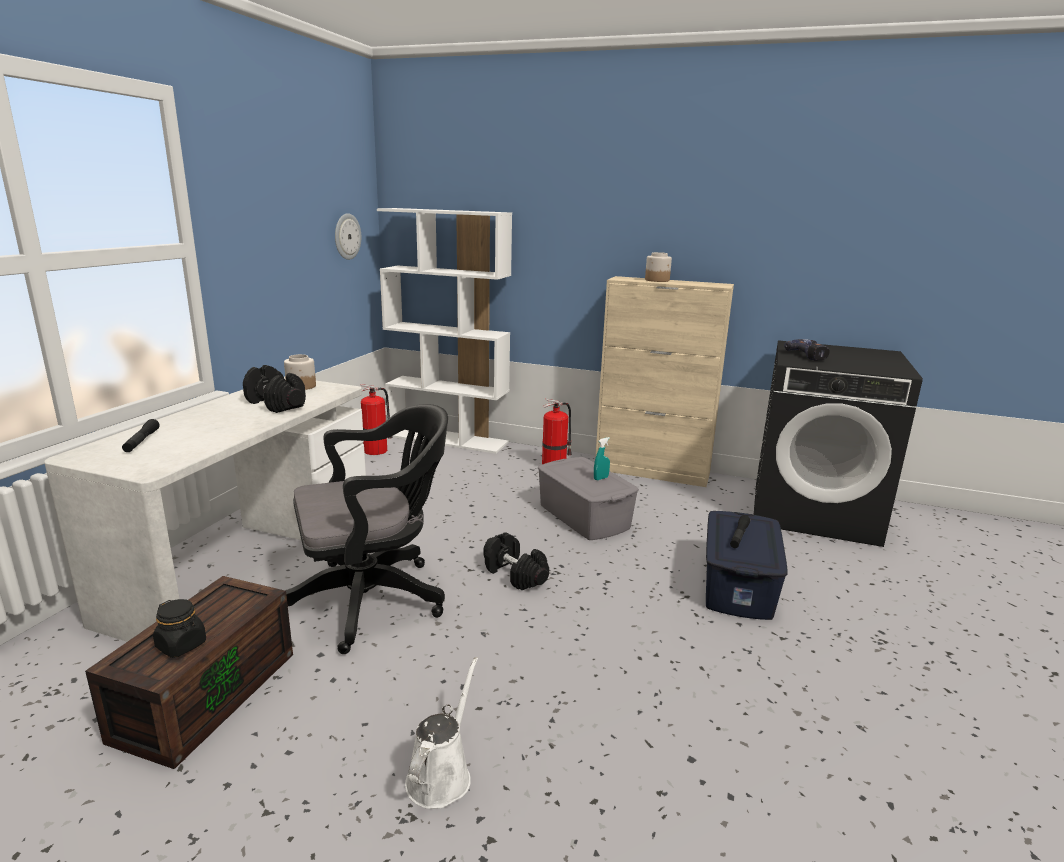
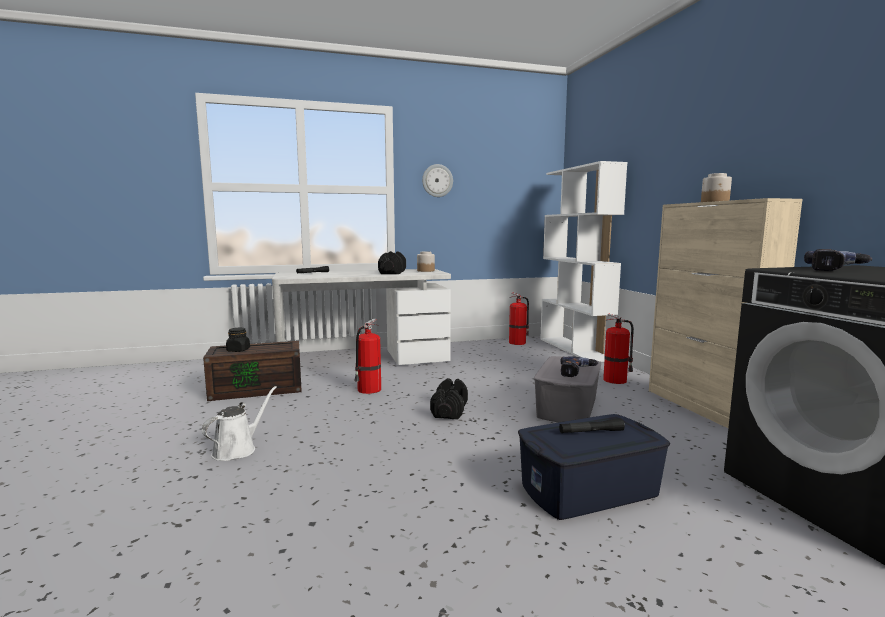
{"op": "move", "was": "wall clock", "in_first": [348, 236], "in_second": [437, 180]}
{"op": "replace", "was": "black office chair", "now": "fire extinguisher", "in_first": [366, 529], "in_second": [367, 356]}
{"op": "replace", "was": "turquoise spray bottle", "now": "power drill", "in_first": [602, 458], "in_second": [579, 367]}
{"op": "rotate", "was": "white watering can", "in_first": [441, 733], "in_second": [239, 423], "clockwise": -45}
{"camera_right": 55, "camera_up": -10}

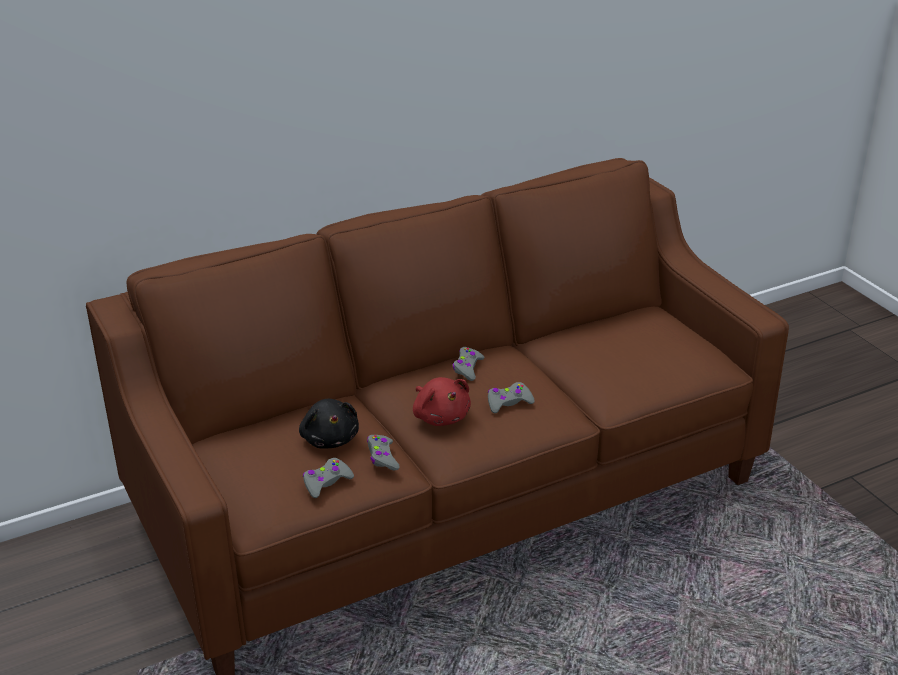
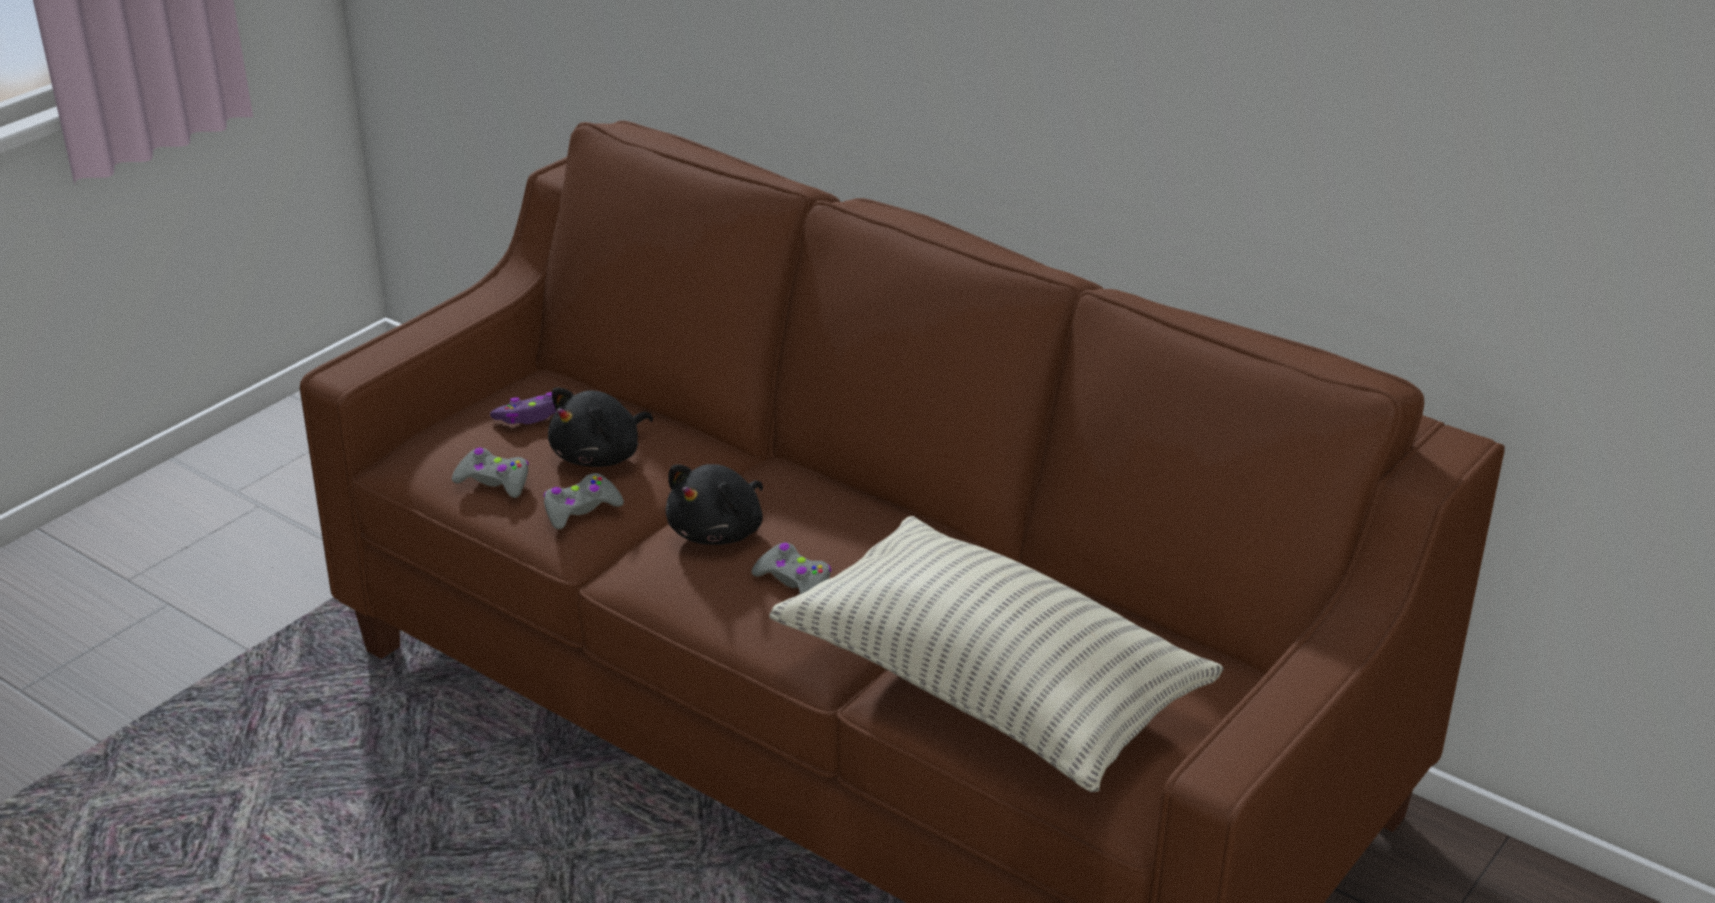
{"op": "delete", "was": "grey game controller", "in_first": [468, 364]}
{"op": "recolor", "was": "red plush toy", "now": "black plush toy", "in_first": [442, 401], "in_second": [714, 504]}
{"op": "insert", "now": "purple game controller", "in_second": [523, 408]}
{"op": "insert", "now": "pillow", "in_second": [996, 654]}
{"camera_right": 65, "camera_up": 0}

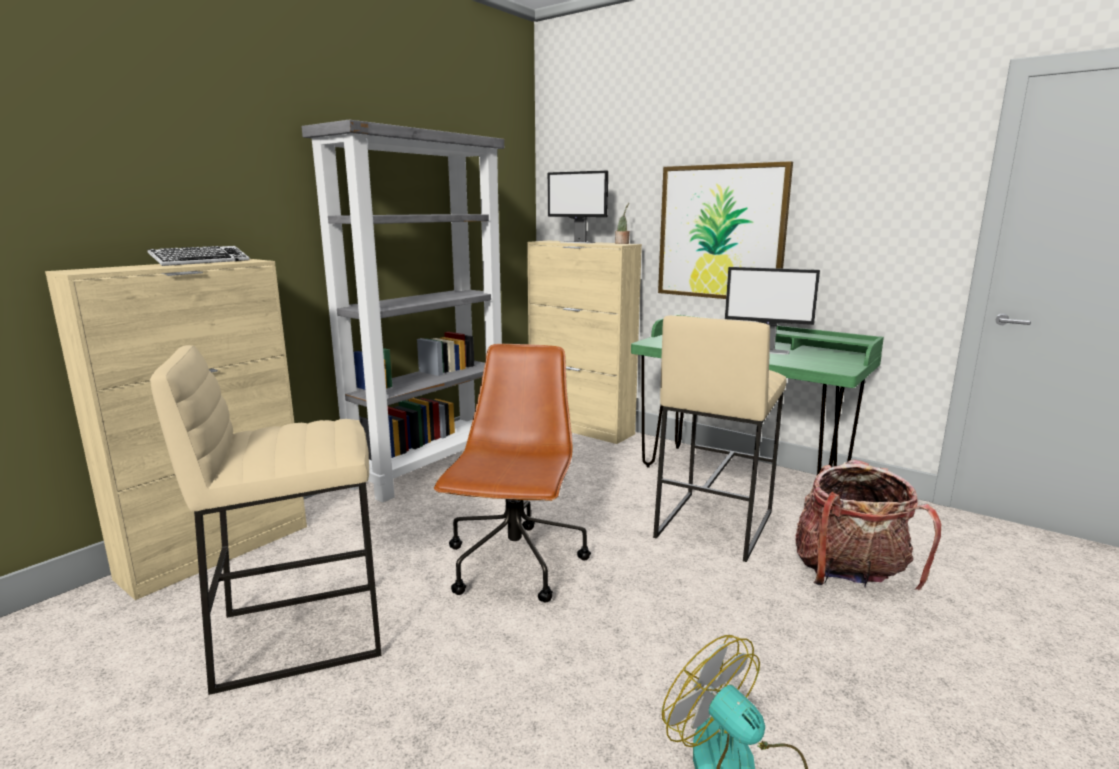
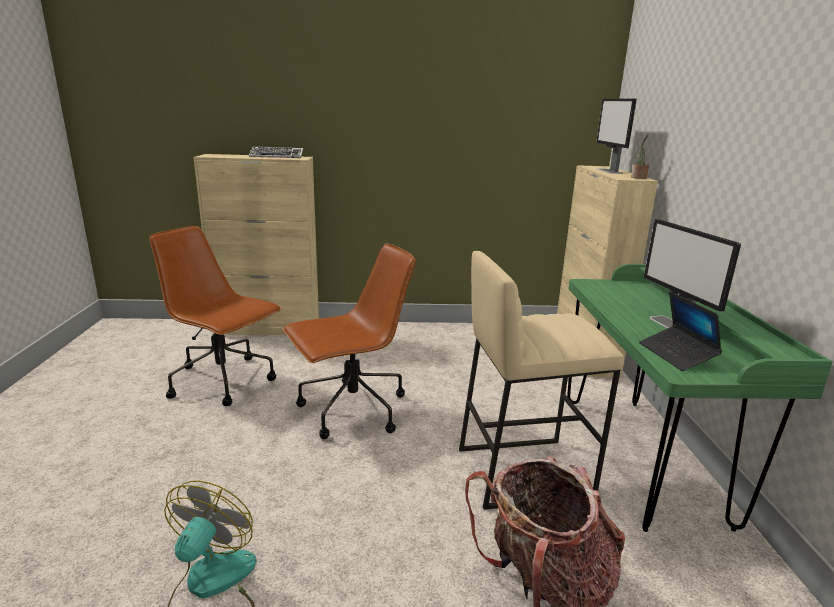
{"op": "delete", "was": "grey bookcase", "in_first": [402, 311]}
{"op": "delete", "was": "picture", "in_first": [725, 230]}
{"op": "replace", "was": "beige stool", "now": "brown office chair", "in_first": [265, 520], "in_second": [215, 316]}
{"op": "insert", "now": "laptop", "in_second": [680, 331]}
{"camera_right": 50, "camera_up": 5}

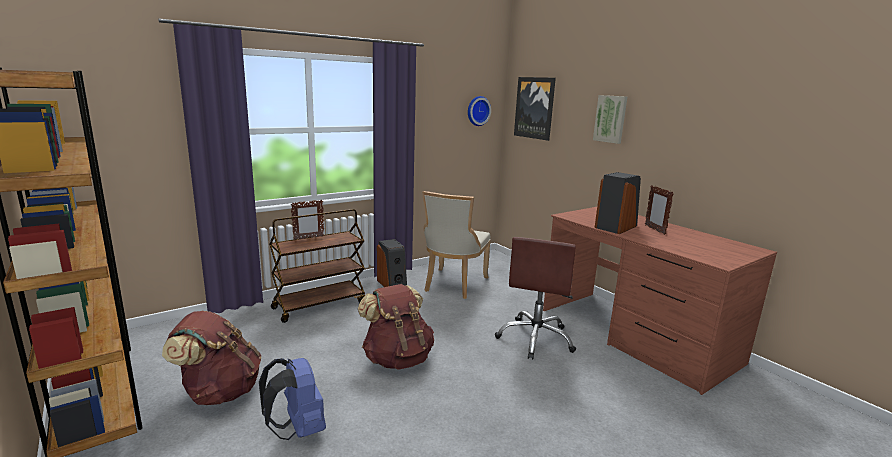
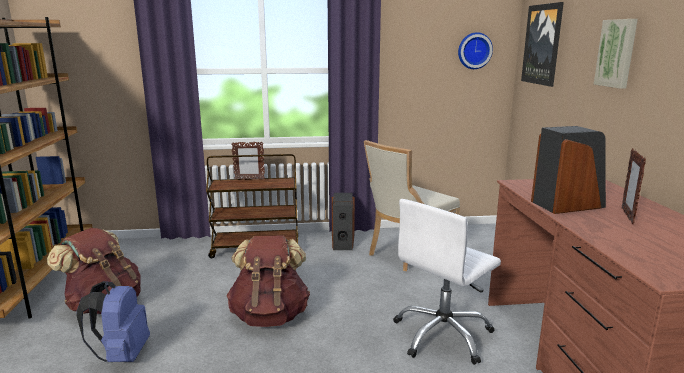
{"op": "recolor", "was": "brown office chair", "now": "white office chair", "in_first": [535, 298], "in_second": [447, 282]}
{"camera_right": 30, "camera_up": 0}

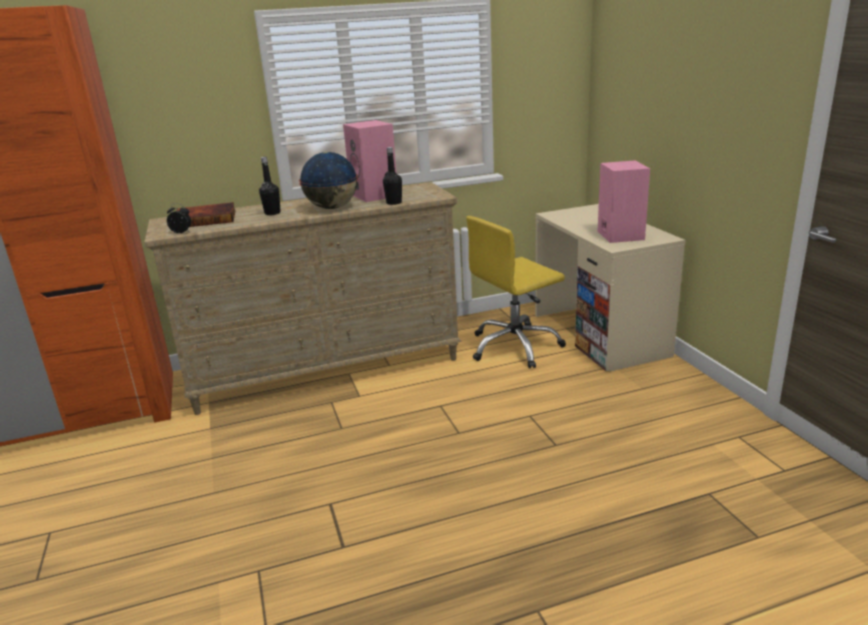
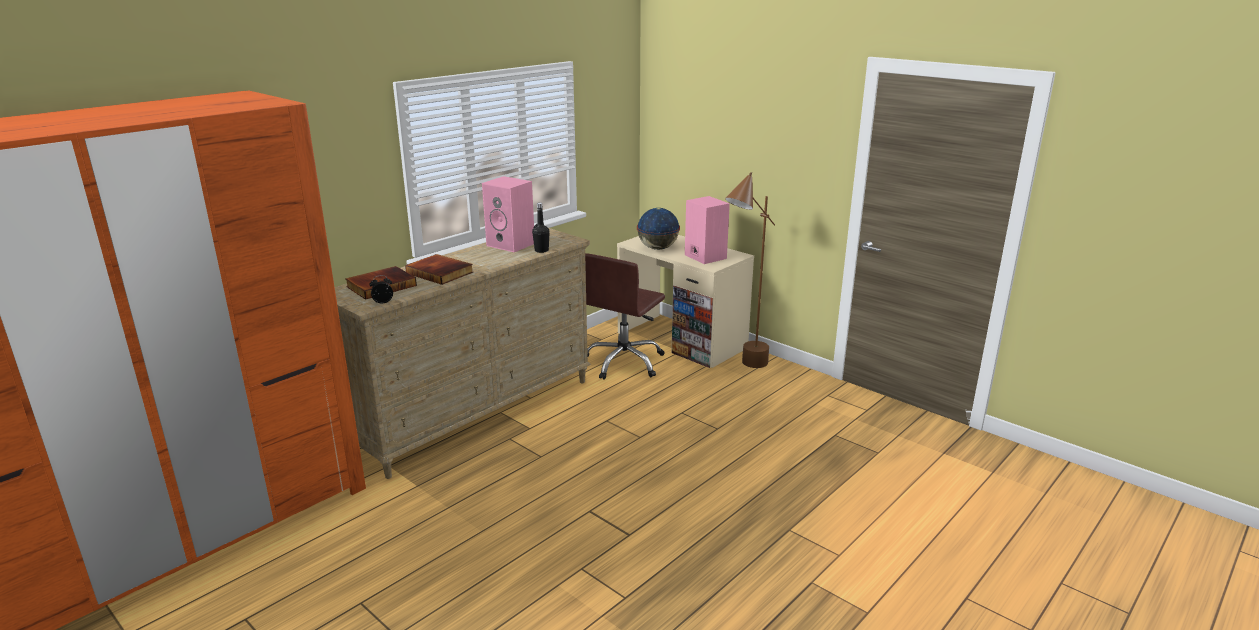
{"op": "move", "was": "globe", "in_first": [328, 180], "in_second": [658, 229]}
{"op": "replace", "was": "black bottle", "now": "book", "in_first": [270, 186], "in_second": [439, 269]}
{"op": "recolor", "was": "yellow office chair", "now": "brown office chair", "in_first": [516, 292], "in_second": [625, 316]}
{"op": "insert", "now": "brown floor lamp", "in_second": [750, 270]}
{"camera_right": -30, "camera_up": 0}

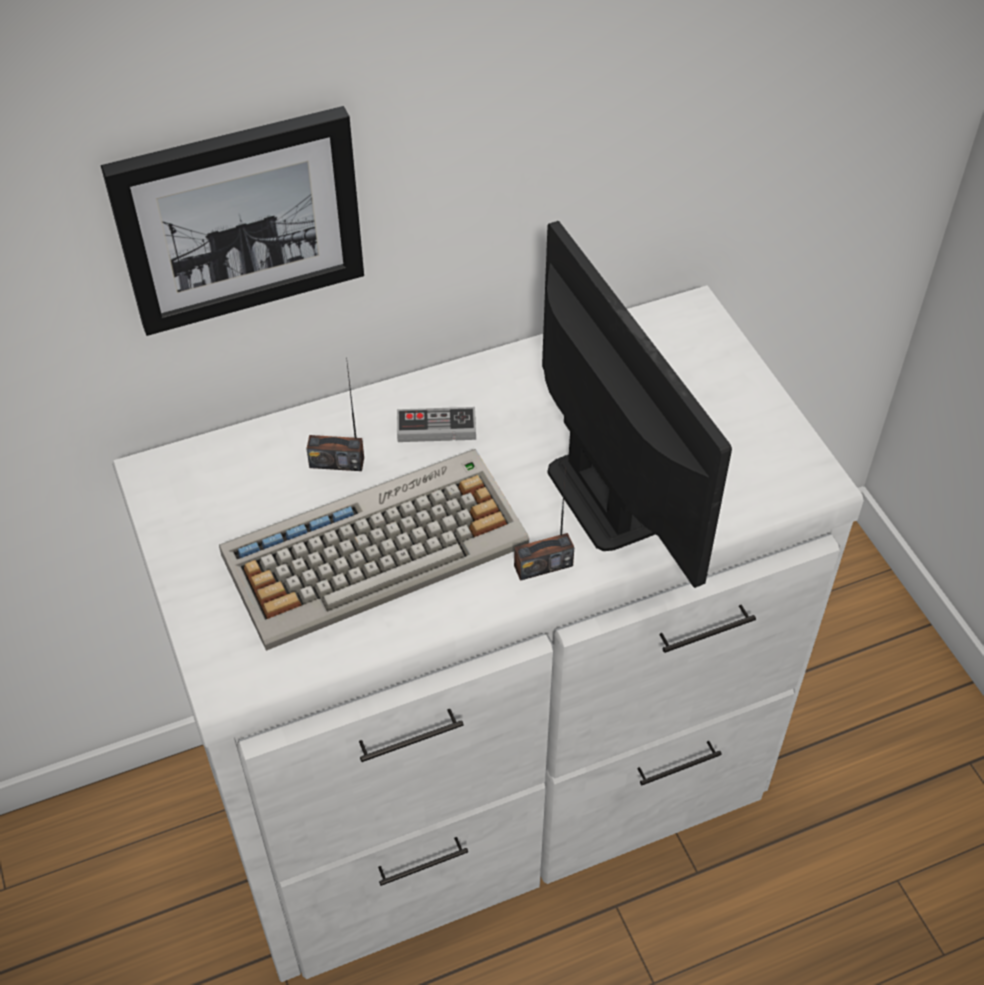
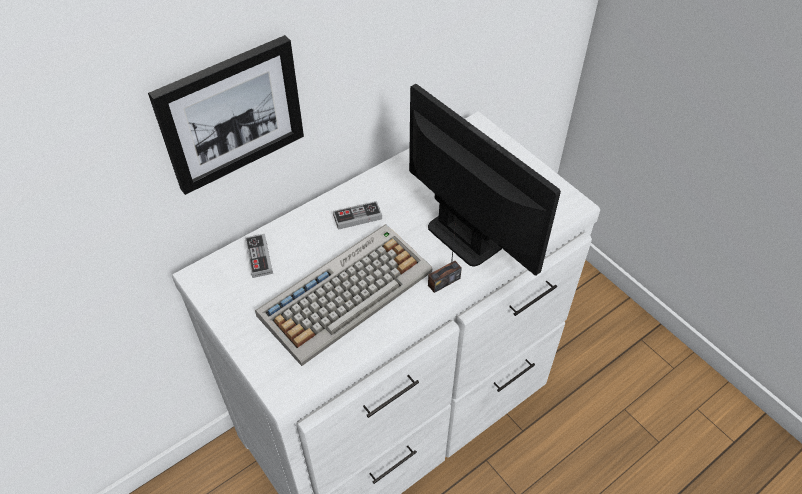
{"op": "delete", "was": "radio", "in_first": [335, 417]}
{"op": "insert", "now": "game controller", "in_second": [259, 256]}
{"camera_right": -15, "camera_up": 0}

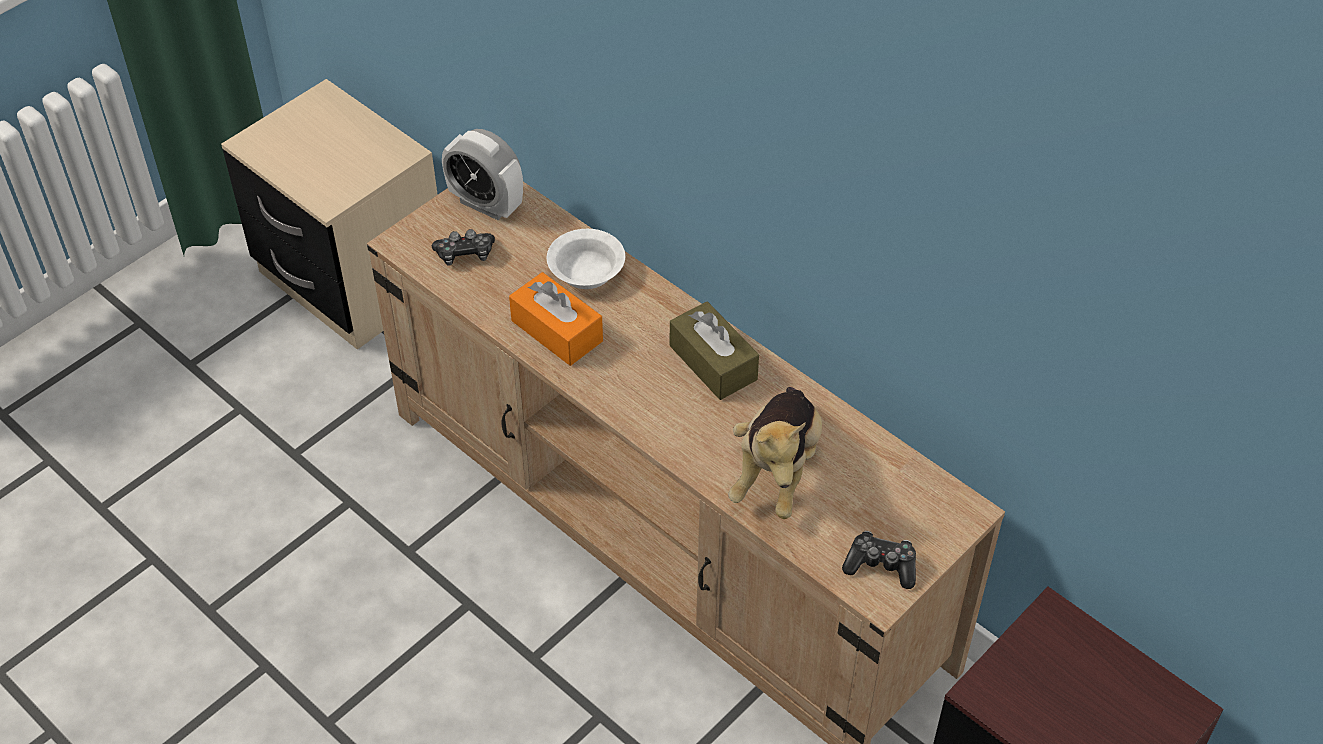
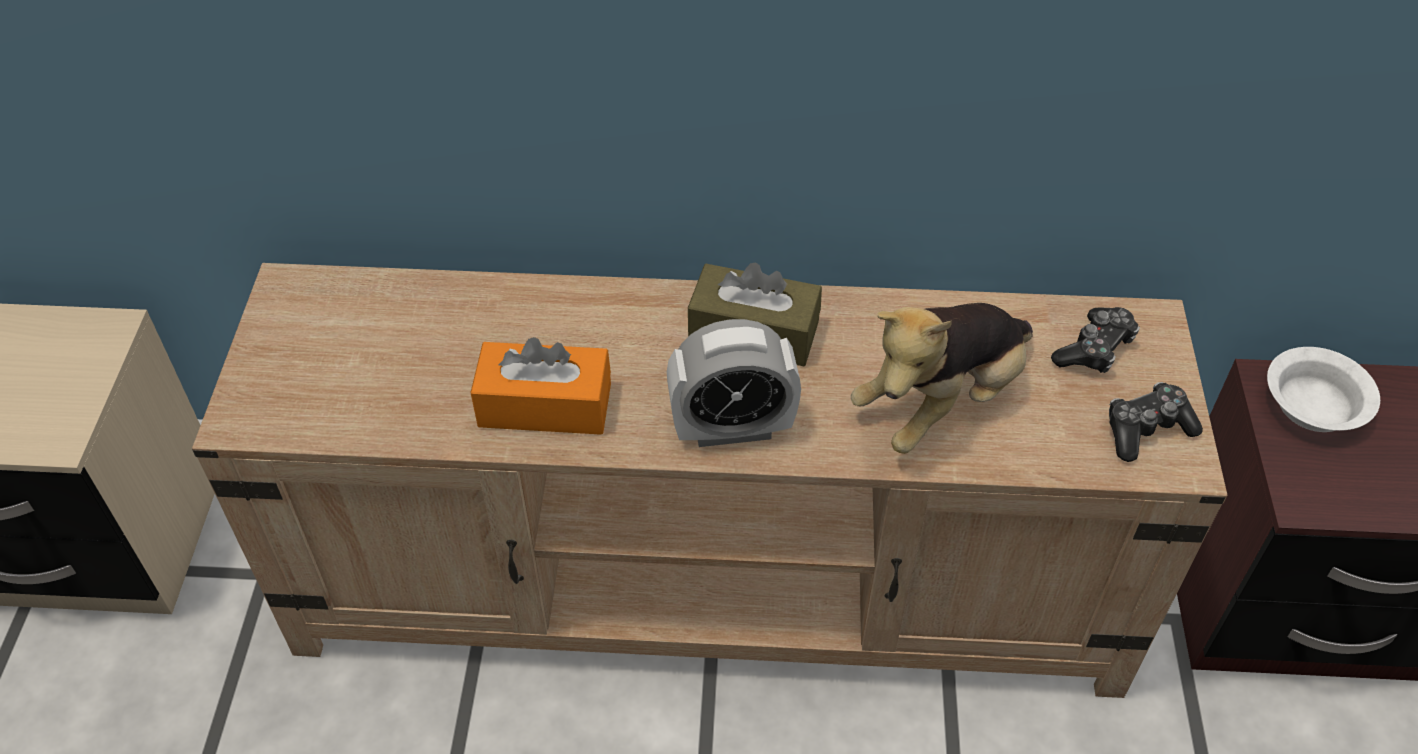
{"op": "move", "was": "alarm clock", "in_first": [482, 174], "in_second": [734, 383]}
{"op": "move", "was": "game controller", "in_first": [463, 247], "in_second": [1095, 340]}
{"op": "move", "was": "white bowl", "in_first": [586, 259], "in_second": [1323, 389]}
{"op": "rotate", "was": "plush toy", "in_first": [775, 453], "in_second": [942, 378], "clockwise": 75}
{"camera_right": -40, "camera_up": 0}

